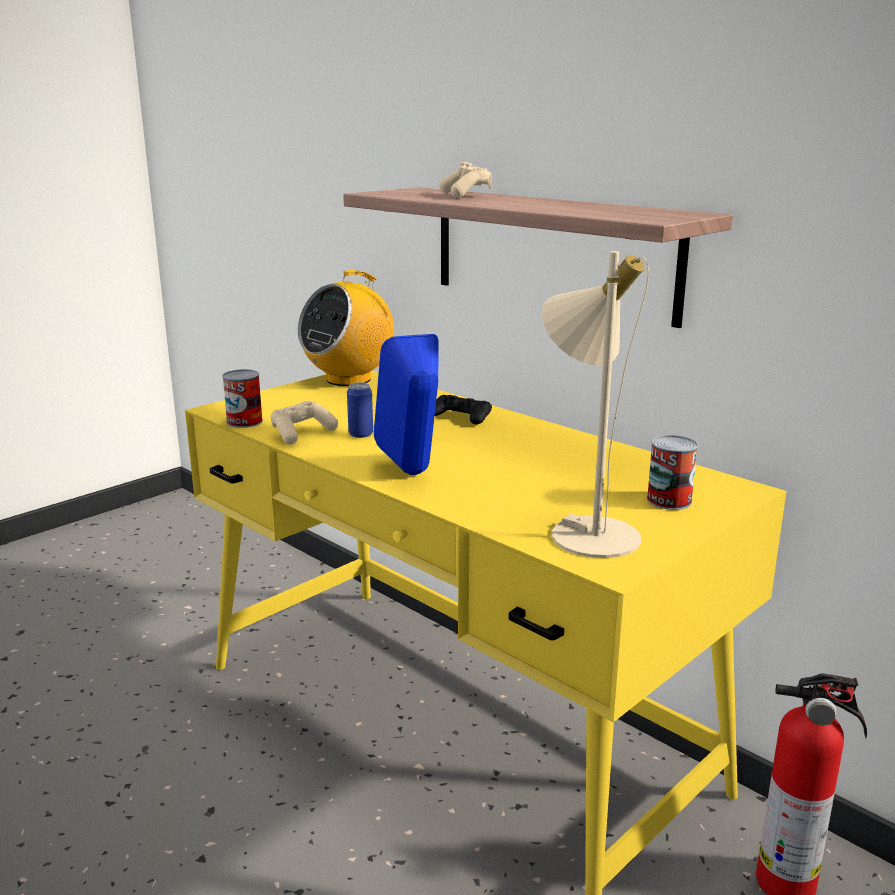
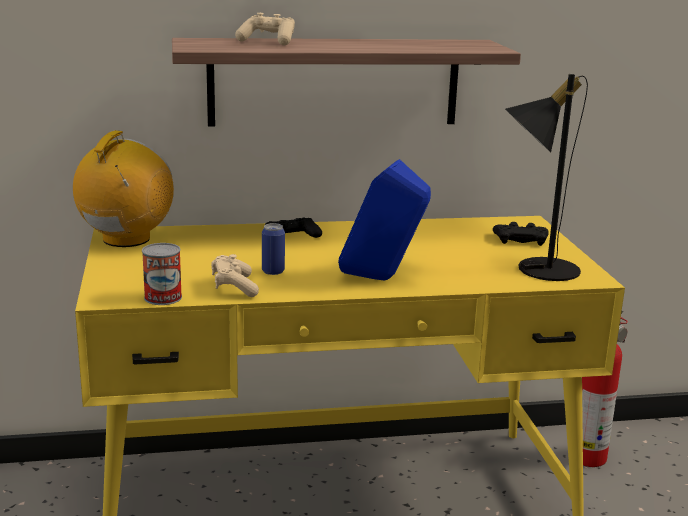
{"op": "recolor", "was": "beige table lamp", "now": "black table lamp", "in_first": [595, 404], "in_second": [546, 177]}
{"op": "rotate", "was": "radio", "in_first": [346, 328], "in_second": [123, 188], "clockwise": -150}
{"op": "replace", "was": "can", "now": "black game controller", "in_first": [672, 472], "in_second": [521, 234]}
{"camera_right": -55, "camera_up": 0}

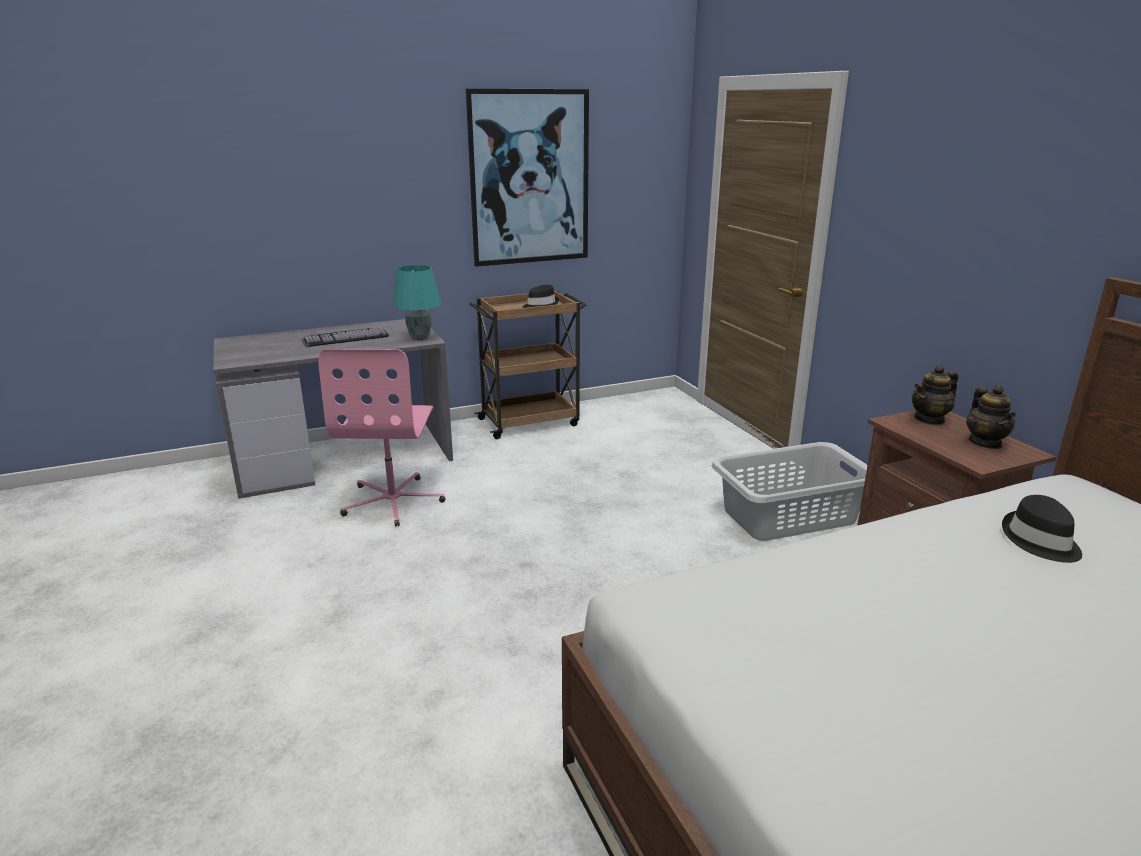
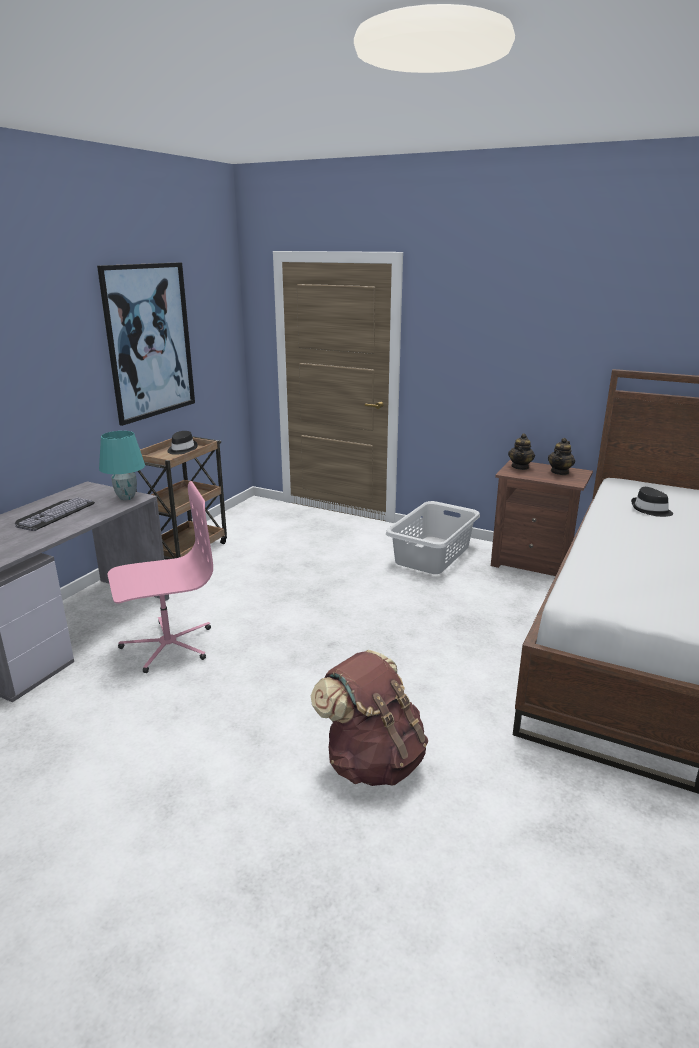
{"op": "rotate", "was": "pink office chair", "in_first": [381, 437], "in_second": [160, 577], "clockwise": -75}
{"op": "rotate", "was": "teapot", "in_first": [991, 417], "in_second": [561, 456], "clockwise": 75}
{"op": "insert", "now": "brown backpack", "in_second": [369, 718]}
{"camera_right": -40, "camera_up": 0}

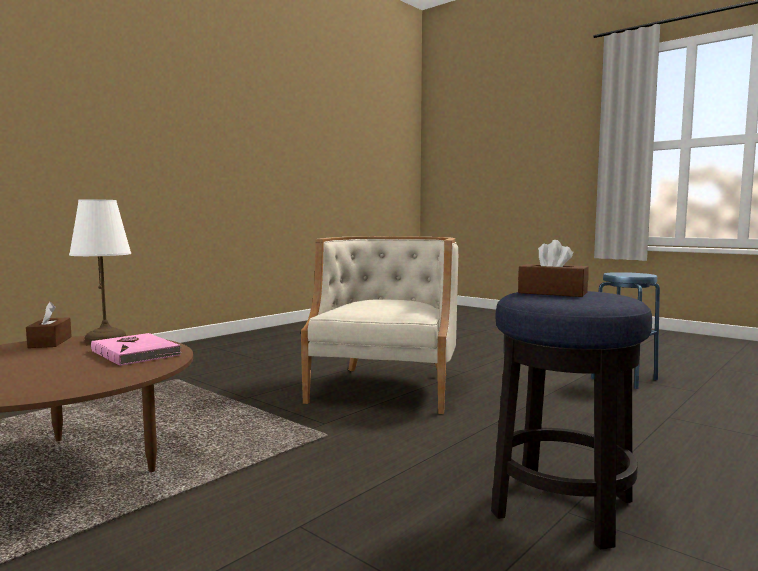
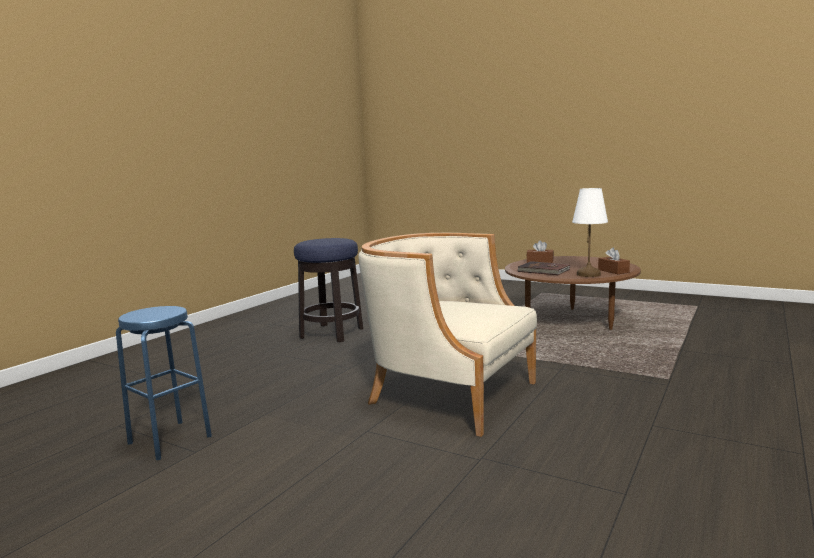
{"op": "rotate", "was": "beige armchair", "in_first": [379, 325], "in_second": [447, 335], "clockwise": 120}
{"op": "move", "was": "brown tissue box", "in_first": [553, 268], "in_second": [540, 251]}
{"op": "recolor", "was": "pink book", "now": "brown book", "in_first": [136, 349], "in_second": [543, 268]}
{"camera_right": 170, "camera_up": 5}

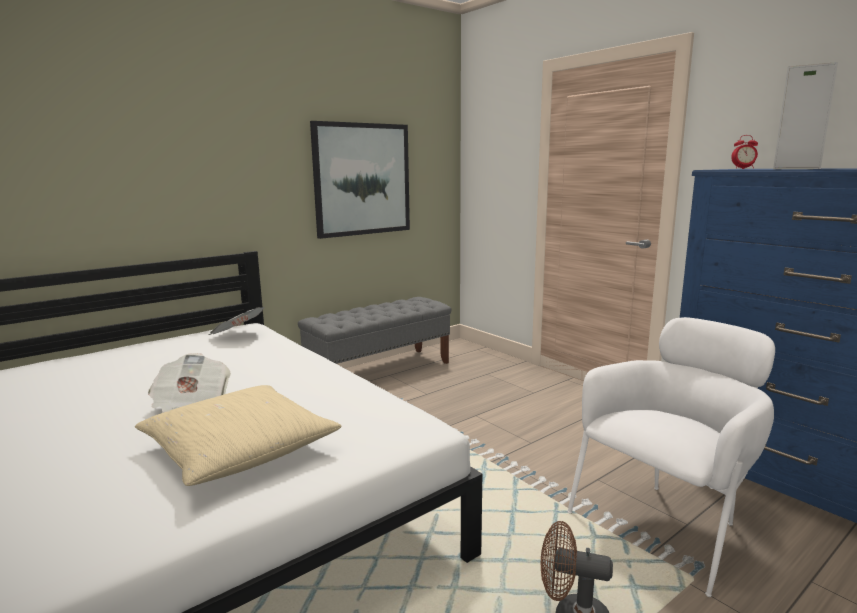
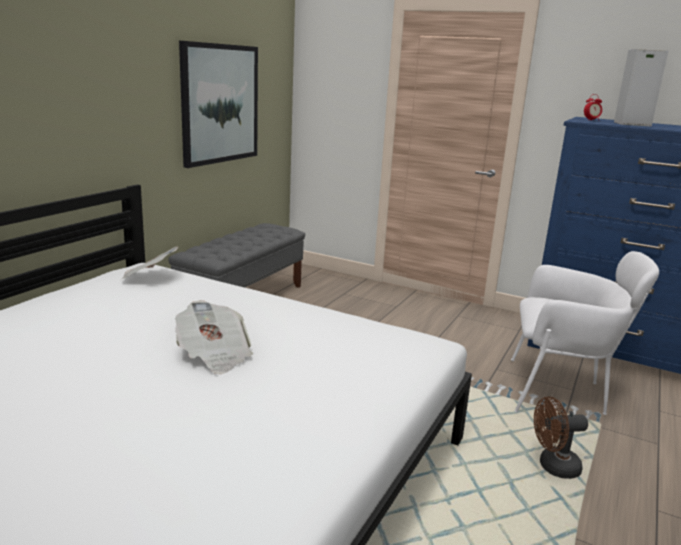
{"op": "rotate", "was": "white armchair", "in_first": [671, 457], "in_second": [585, 333], "clockwise": 75}
{"op": "delete", "was": "beige pillow", "in_first": [238, 435]}
{"camera_right": -25, "camera_up": 5}

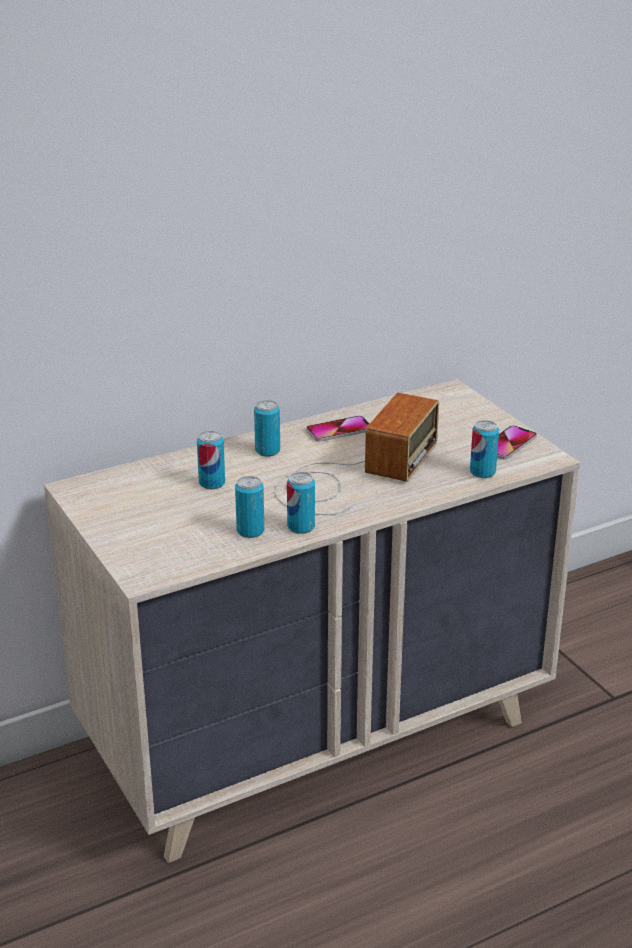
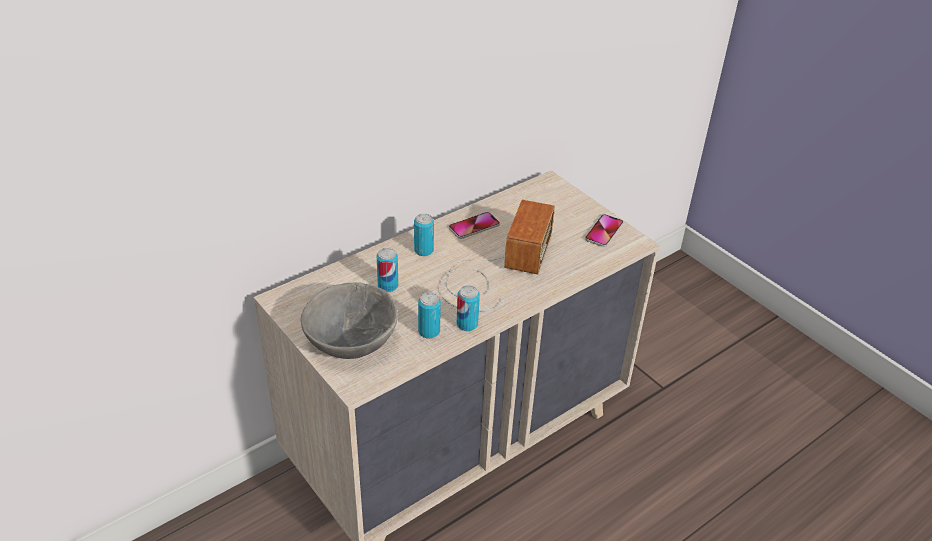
{"op": "delete", "was": "can", "in_first": [484, 449]}
{"op": "insert", "now": "grey bowl", "in_second": [349, 320]}
{"camera_right": -10, "camera_up": 10}

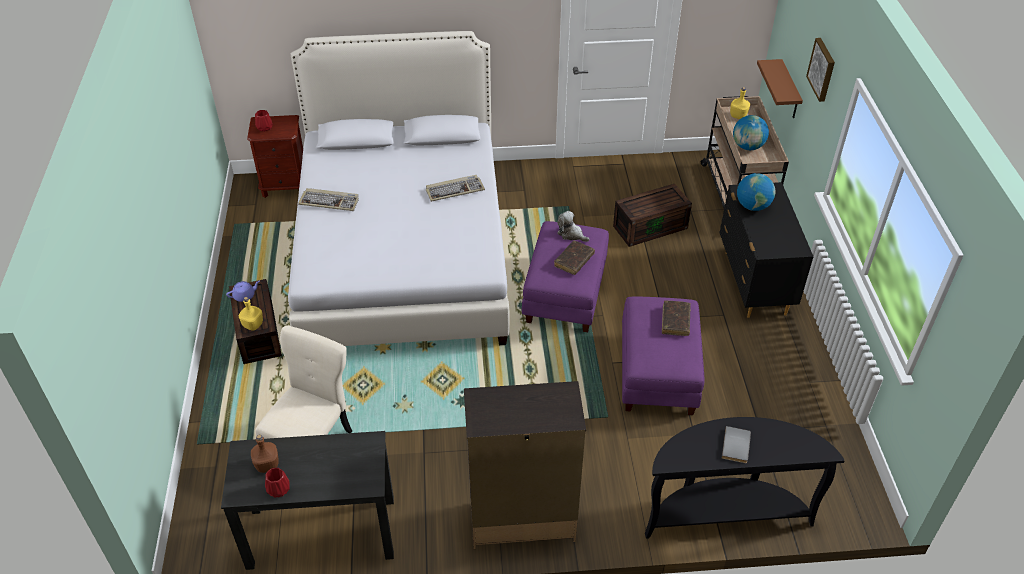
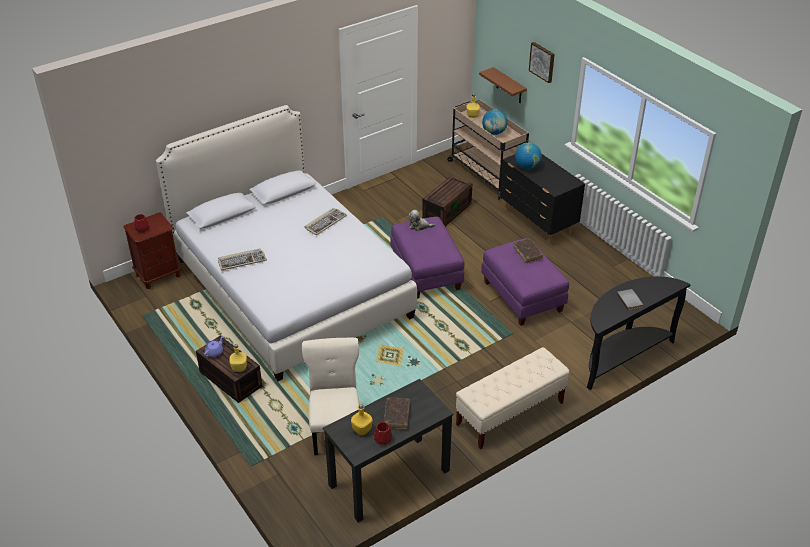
{"op": "move", "was": "brown book", "in_first": [574, 257], "in_second": [397, 413]}
{"op": "replace", "was": "black dresser", "now": "beige bench", "in_first": [525, 465], "in_second": [512, 398]}
{"op": "recolor", "was": "brown bottle", "now": "yellow bottle", "in_first": [265, 454], "in_second": [362, 419]}
{"camera_right": -30, "camera_up": -5}

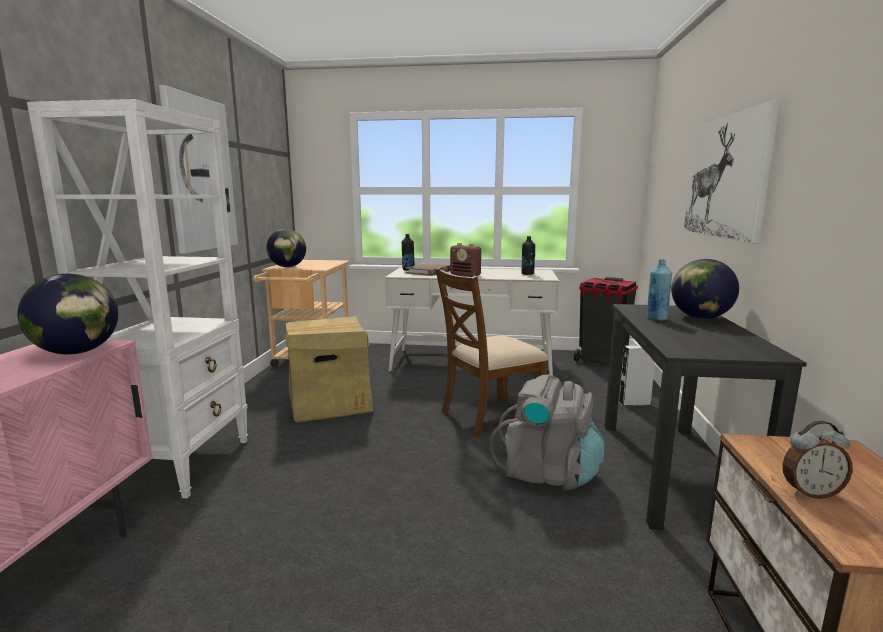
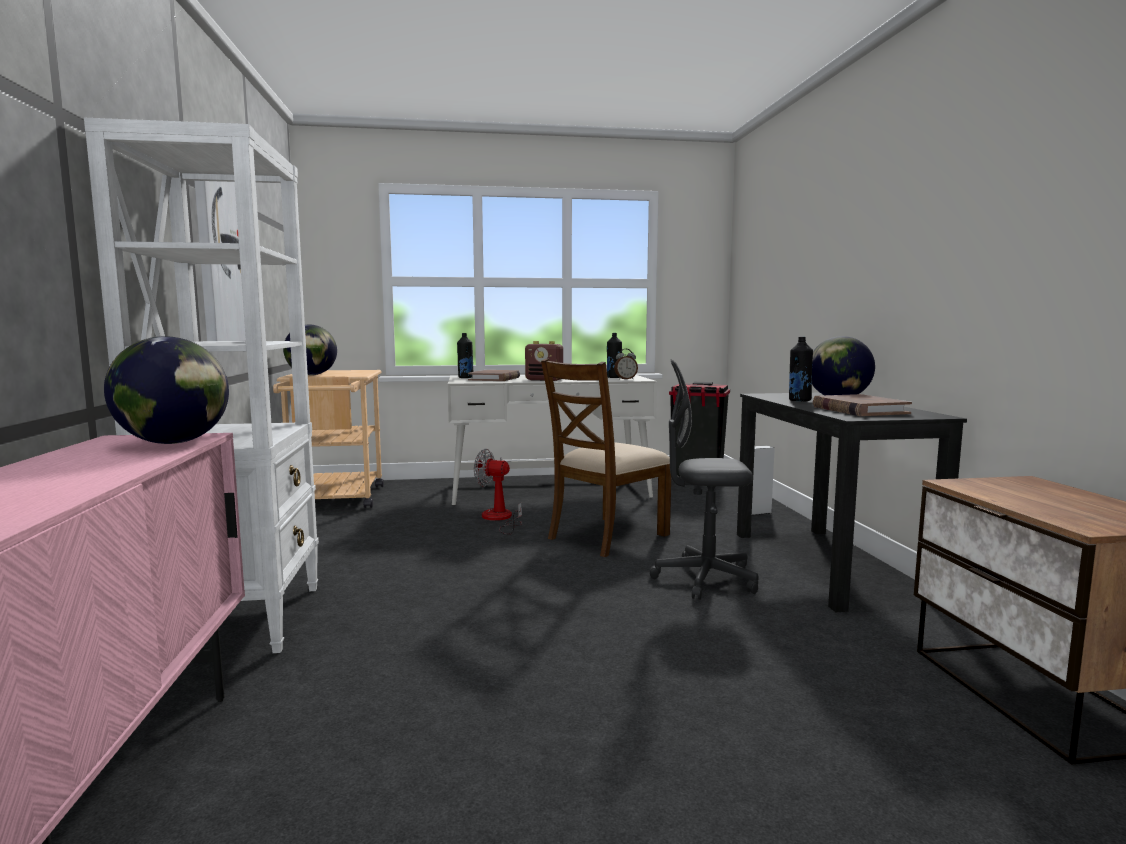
{"op": "delete", "was": "picture", "in_first": [732, 171]}
{"op": "recolor", "was": "blue bottle", "now": "black bottle", "in_first": [659, 290], "in_second": [801, 369]}
{"op": "delete", "was": "cardboard box", "in_first": [329, 369]}
{"op": "replace", "was": "grey backpack", "now": "grey office chair", "in_first": [547, 433], "in_second": [704, 479]}
{"op": "move", "was": "alarm clock", "in_first": [818, 459], "in_second": [626, 364]}
{"op": "insert", "now": "brown book", "in_second": [862, 405]}
{"op": "insert", "now": "fan", "in_second": [498, 492]}
{"camera_right": -15, "camera_up": -5}

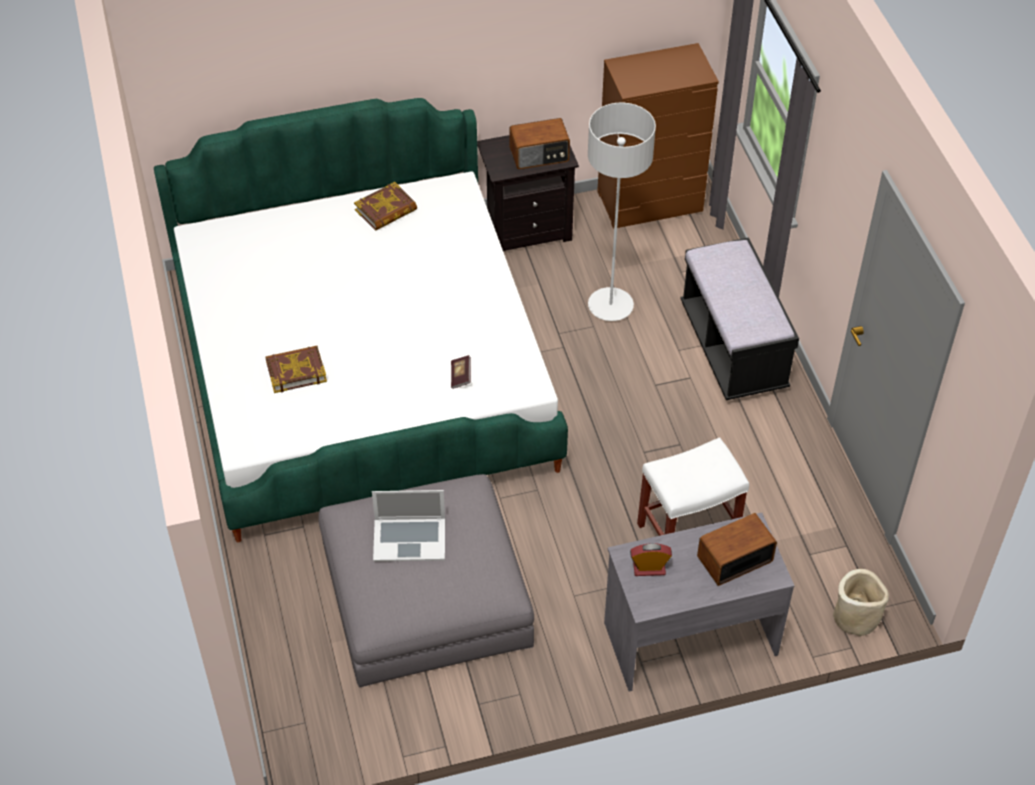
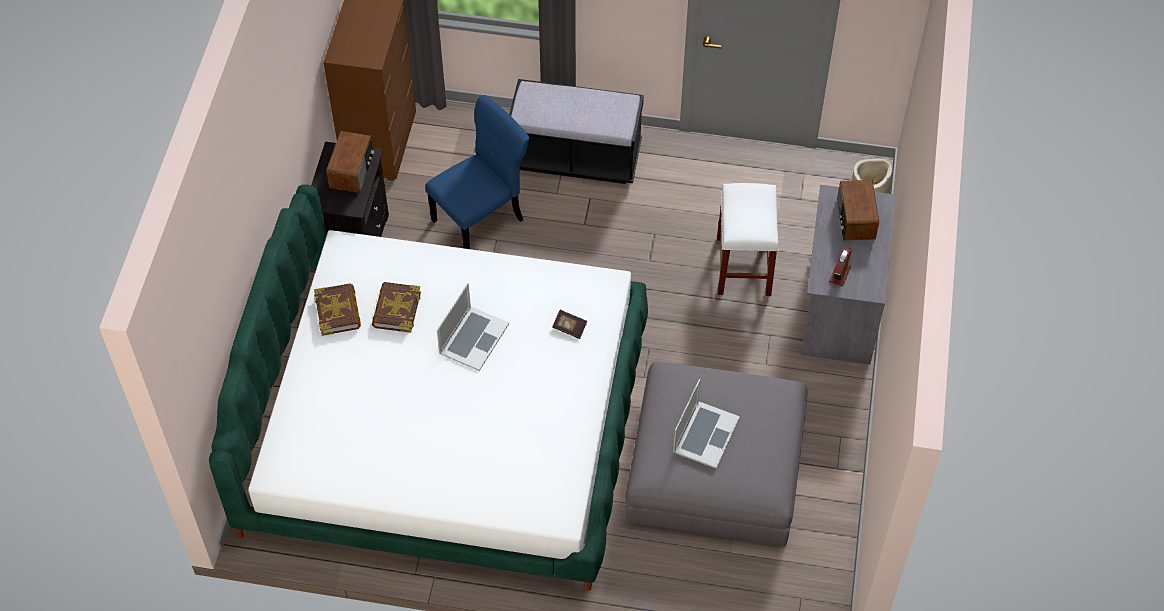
{"op": "replace", "was": "grey floor lamp", "now": "blue chair", "in_first": [622, 212], "in_second": [477, 172]}
{"op": "move", "was": "book", "in_first": [296, 369], "in_second": [396, 307]}
{"op": "insert", "now": "laptop", "in_second": [473, 327]}
{"camera_right": -65, "camera_up": 5}

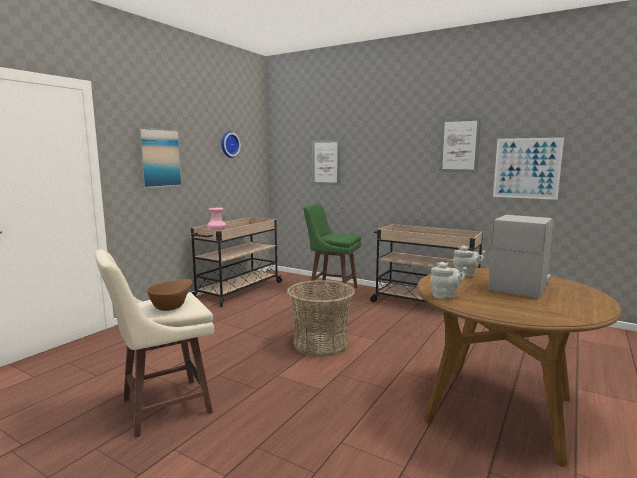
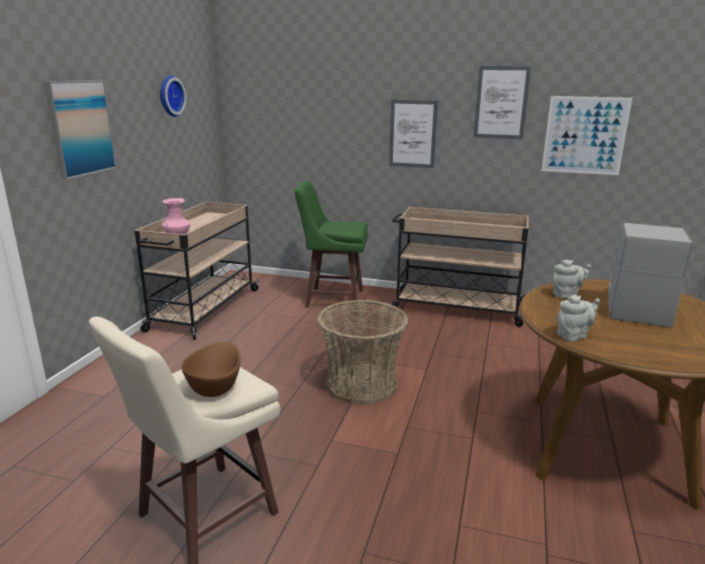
{"op": "move", "was": "picture", "in_first": [326, 162], "in_second": [413, 134]}
{"camera_right": -15, "camera_up": 10}

